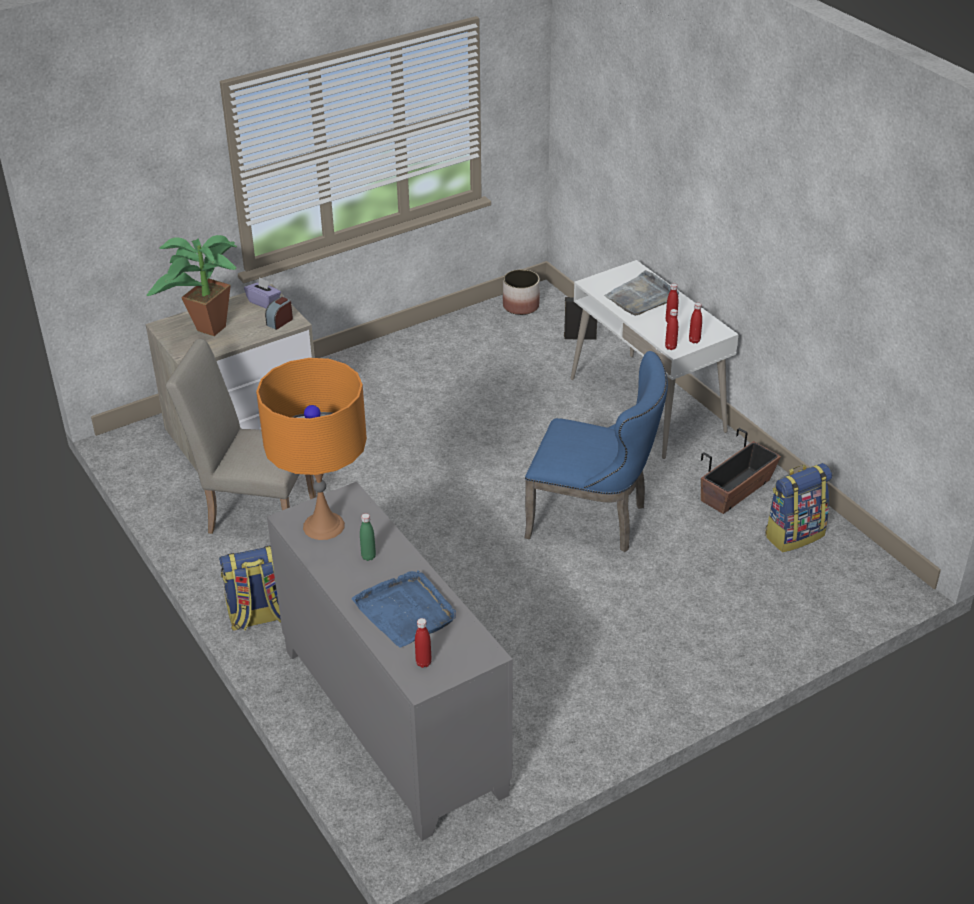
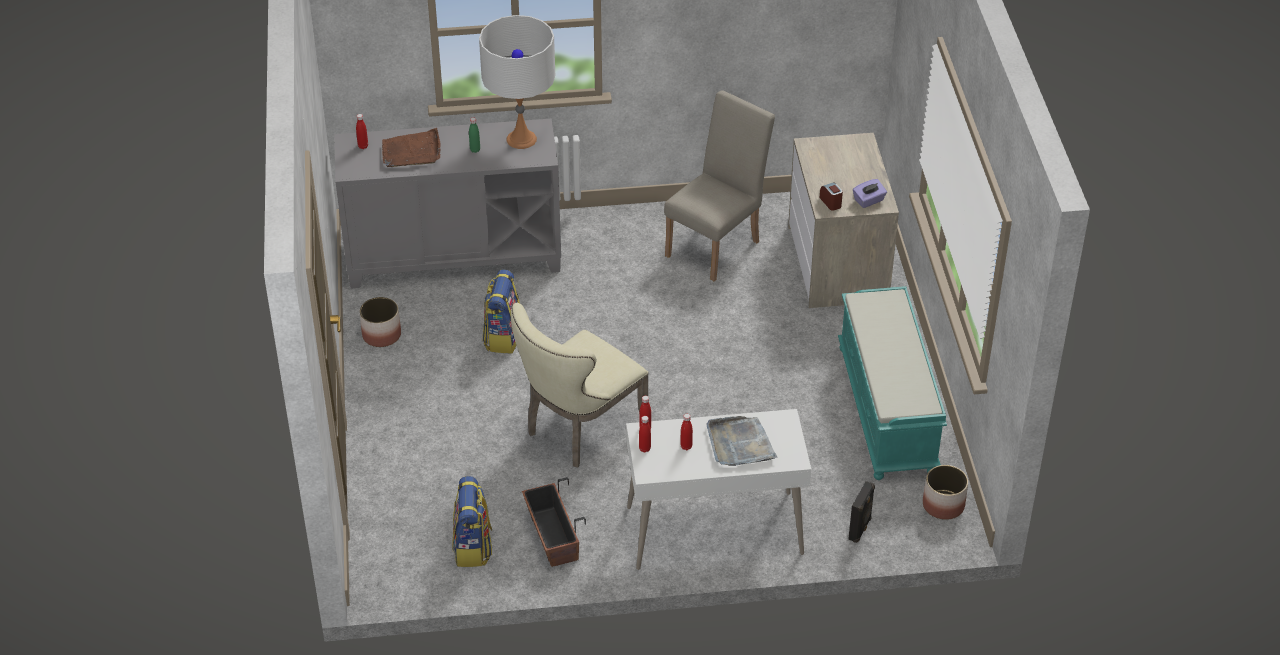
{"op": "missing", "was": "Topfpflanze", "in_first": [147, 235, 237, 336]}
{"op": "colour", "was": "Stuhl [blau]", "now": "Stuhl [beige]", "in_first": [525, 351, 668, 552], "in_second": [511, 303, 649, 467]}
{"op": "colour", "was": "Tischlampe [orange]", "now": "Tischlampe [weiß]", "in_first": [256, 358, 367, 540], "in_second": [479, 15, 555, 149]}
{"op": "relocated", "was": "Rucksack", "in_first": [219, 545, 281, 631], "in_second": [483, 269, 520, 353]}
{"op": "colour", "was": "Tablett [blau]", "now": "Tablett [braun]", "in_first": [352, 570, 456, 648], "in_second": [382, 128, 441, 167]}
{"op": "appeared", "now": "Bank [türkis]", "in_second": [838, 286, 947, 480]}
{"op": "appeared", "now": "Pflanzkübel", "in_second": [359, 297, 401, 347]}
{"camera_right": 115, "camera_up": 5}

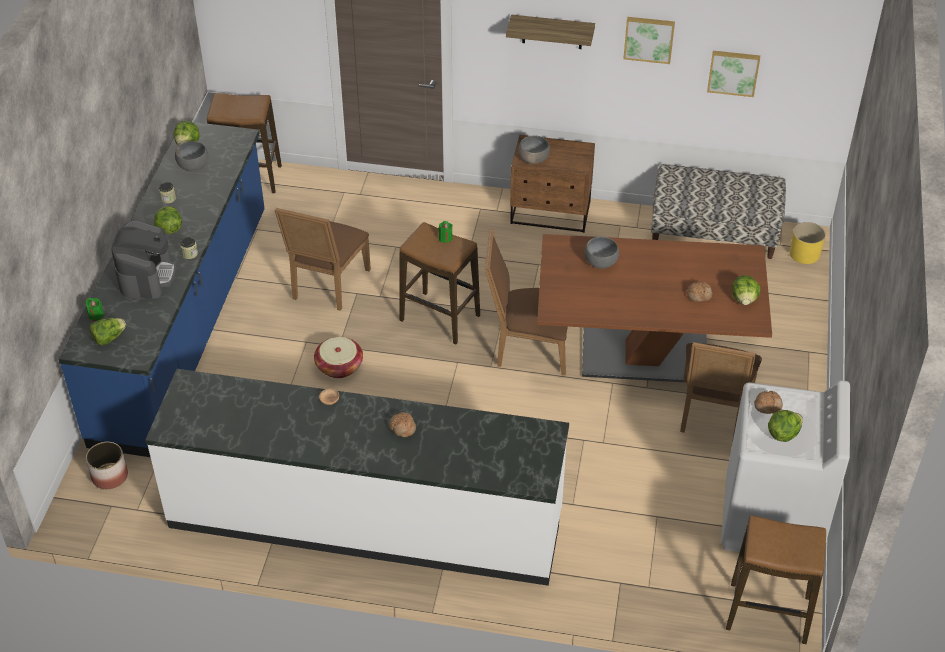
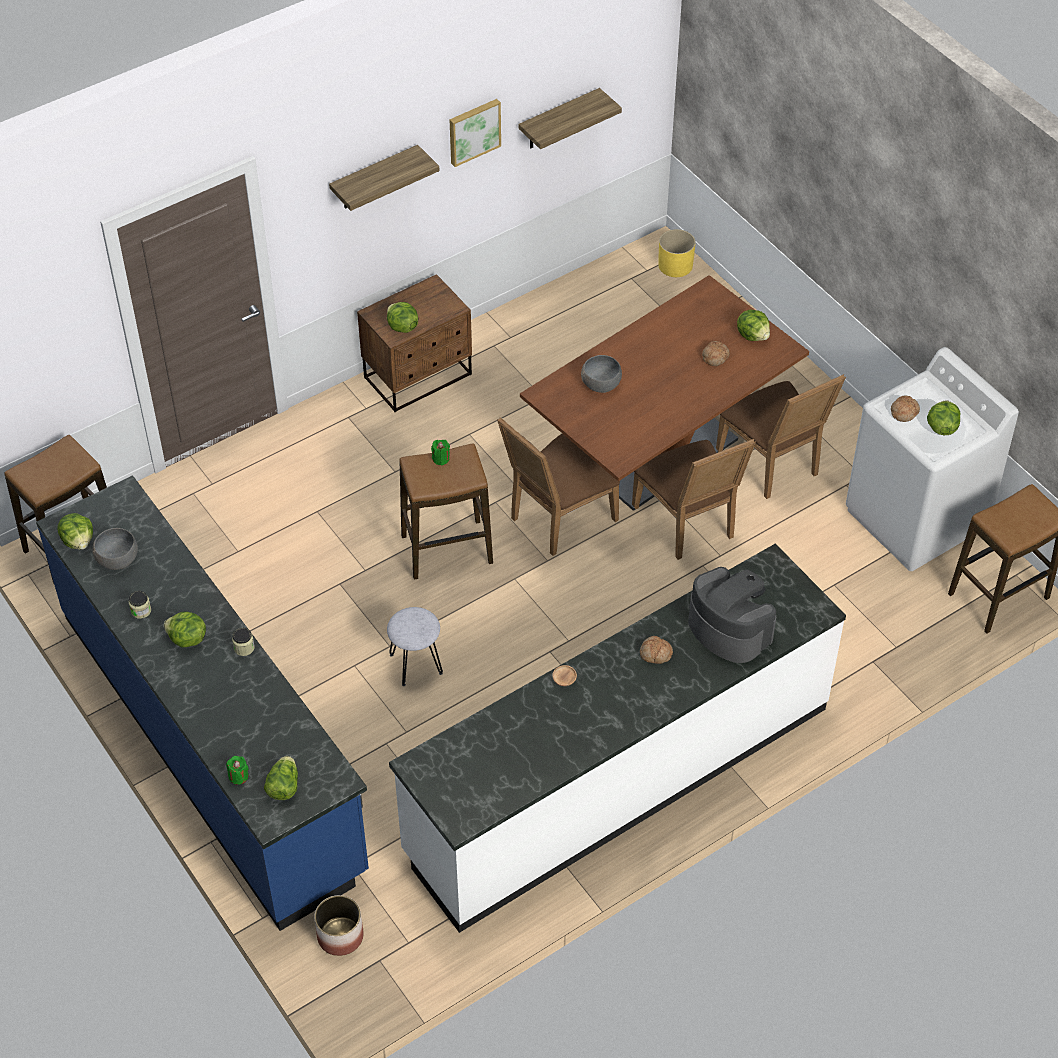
{"op": "exchanged", "was": "Bild", "now": "Wandregal", "in_first": [707, 51, 760, 97], "in_second": [519, 88, 622, 149]}
{"op": "exchanged", "was": "Schüssel [grau]", "now": "Salatkopf", "in_first": [519, 135, 550, 164], "in_second": [387, 302, 418, 333]}
{"op": "missing", "was": "Bank", "in_first": [651, 164, 786, 259]}
{"op": "relocated", "was": "Stuhl [braun]", "in_first": [275, 208, 371, 311], "in_second": [632, 439, 756, 560]}
{"op": "relocated", "was": "Kaffeemaschine", "in_first": [112, 220, 176, 299], "in_second": [688, 567, 776, 663]}
{"op": "exchanged", "was": "Korb", "now": "Hocker [grau]", "in_first": [314, 337, 363, 378], "in_second": [387, 607, 443, 686]}
{"camera_right": -45, "camera_up": 5}

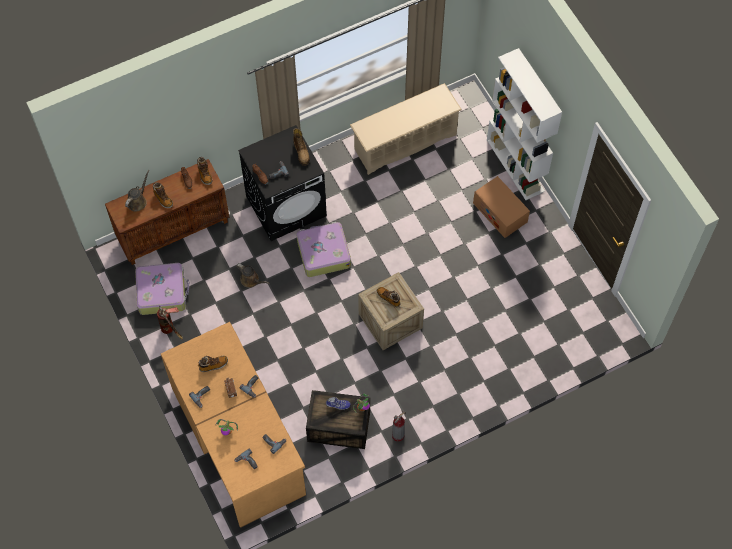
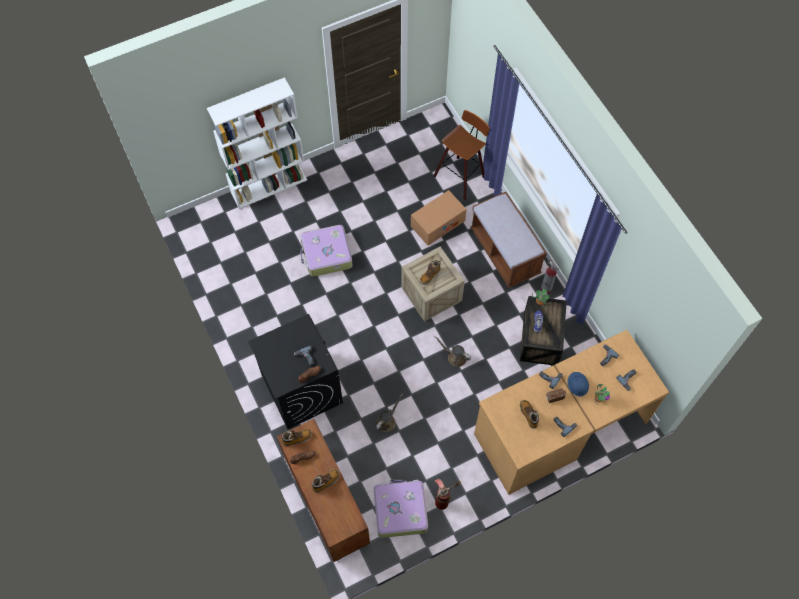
{"op": "missing", "was": "Schuhregal [beige]", "in_first": [350, 83, 462, 175]}
{"op": "missing", "was": "Stiefel", "in_first": [293, 128, 310, 166]}
{"op": "relocated", "was": "Gießkanne [braun]", "in_first": [125, 170, 150, 212], "in_second": [435, 336, 471, 367]}
{"op": "relocated", "was": "Karton", "in_first": [473, 176, 530, 238], "in_second": [411, 190, 467, 246]}
{"op": "relocated", "was": "Koffer", "in_first": [297, 222, 351, 277], "in_second": [300, 225, 353, 277]}
{"op": "appeared", "now": "Hocker", "in_second": [434, 110, 490, 200]}
{"op": "appeared", "now": "Bank [braun]", "in_second": [470, 192, 547, 288]}
{"op": "appeared", "now": "Schutzhelm [blau]", "in_second": [567, 372, 589, 396]}
{"camera_right": -90, "camera_up": 0}

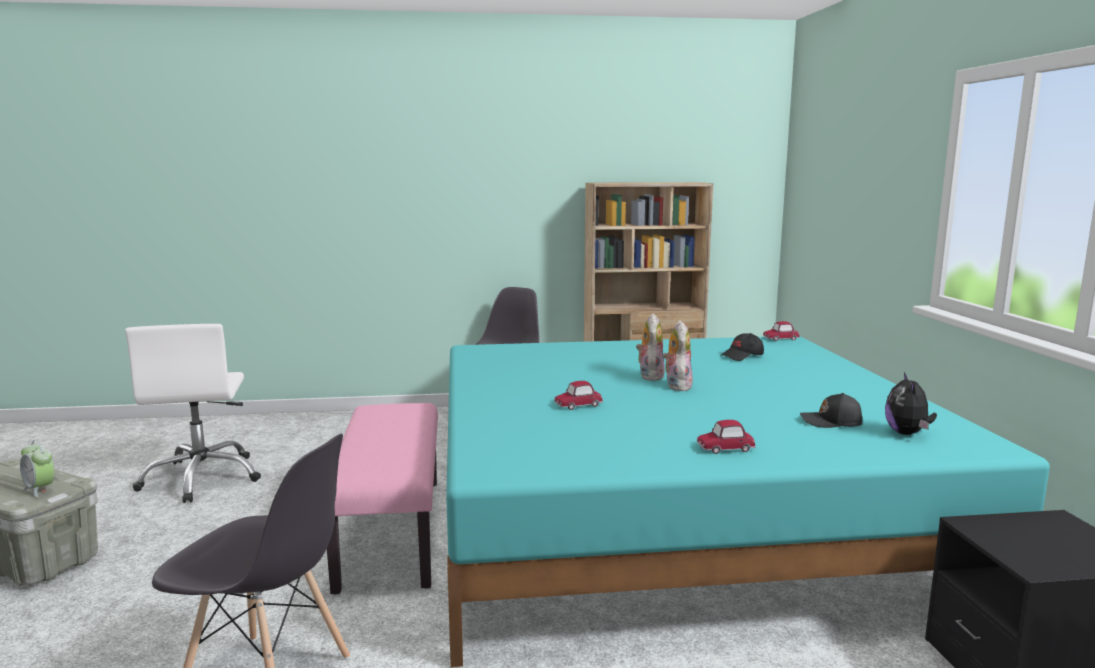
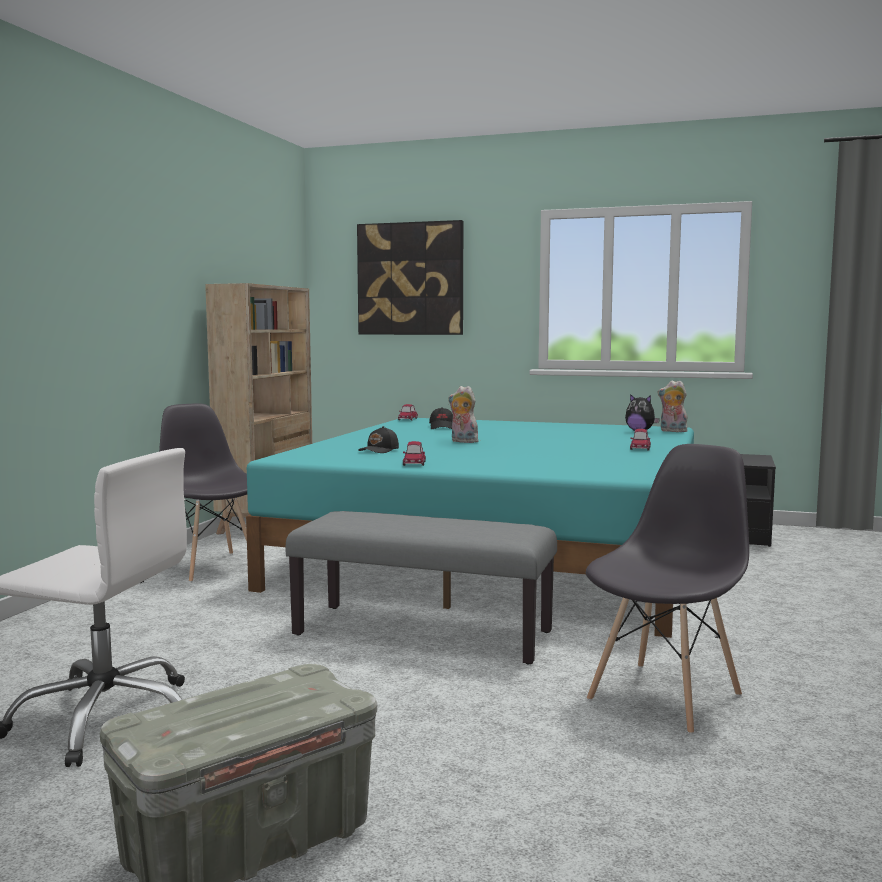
{"op": "relocated", "was": "Plüschtier", "in_first": [663, 320, 693, 391], "in_second": [657, 381, 688, 432]}
{"op": "relocated", "was": "Spielzeugauto", "in_first": [554, 381, 603, 410], "in_second": [403, 441, 426, 466]}
{"op": "relocated", "was": "Kappe [schwarz]", "in_first": [800, 393, 862, 428], "in_second": [358, 426, 399, 453]}
{"op": "colour", "was": "Bank [rosa]", "now": "Bank [grau]", "in_first": [327, 403, 438, 594], "in_second": [285, 511, 557, 664]}
{"op": "missing", "was": "Wecker", "in_first": [20, 440, 55, 497]}
{"op": "appeared", "now": "Bild", "in_second": [357, 220, 463, 335]}
{"camera_right": -65, "camera_up": -5}

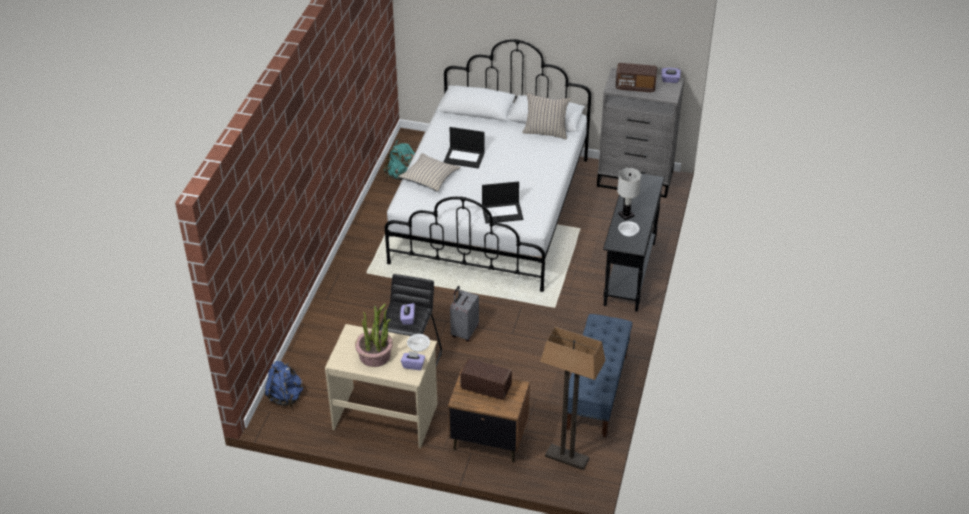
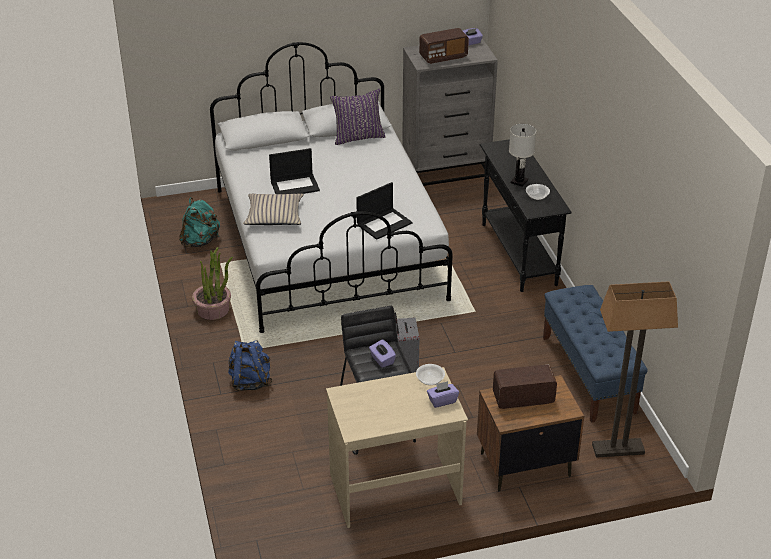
{"op": "colour", "was": "Kissen [beige]", "now": "Kissen [lila]", "in_first": [523, 93, 571, 139], "in_second": [330, 89, 386, 145]}
{"op": "relocated", "was": "Topfpflanze", "in_first": [355, 304, 393, 367], "in_second": [192, 247, 233, 320]}
{"op": "relocated", "was": "Rucksack [blau]", "in_first": [264, 361, 303, 407], "in_second": [228, 340, 272, 391]}
{"camera_right": -30, "camera_up": -5}

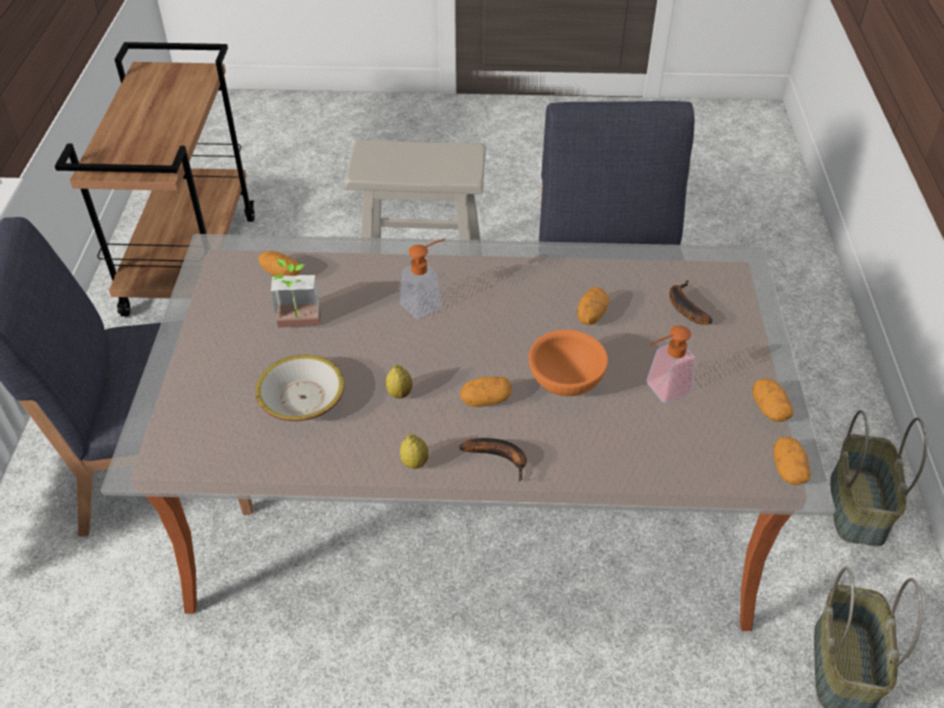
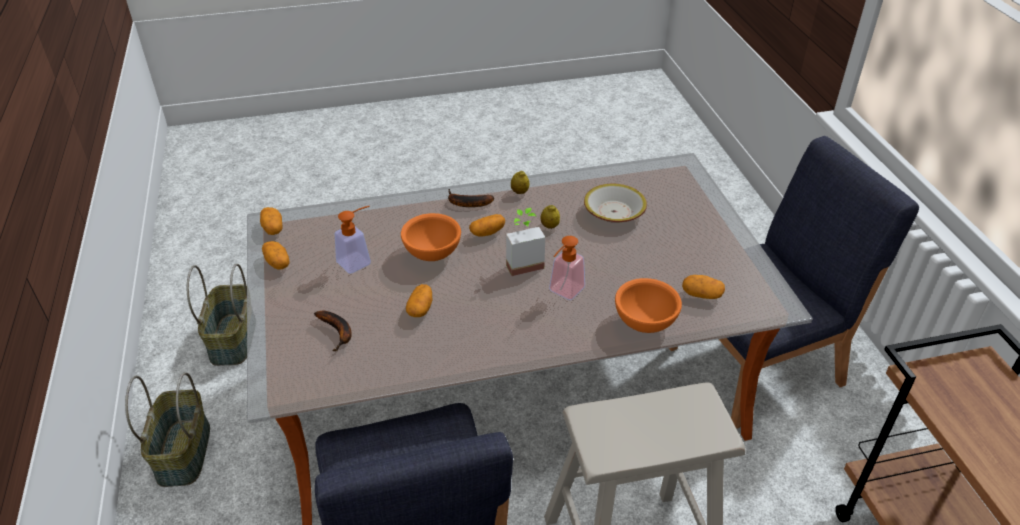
{"op": "relocated", "was": "Topfpflanze", "in_first": [271, 260, 321, 328], "in_second": [506, 208, 545, 276]}
{"op": "appeared", "now": "Schüssel [orange]", "in_second": [615, 278, 682, 333]}
{"camera_right": 165, "camera_up": -5}

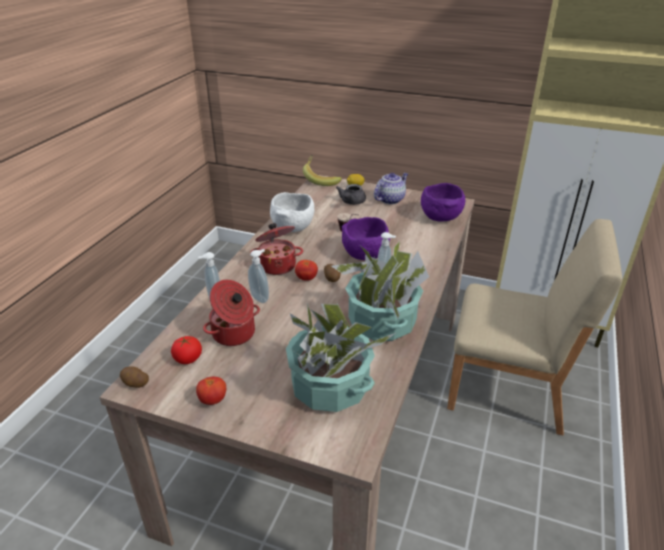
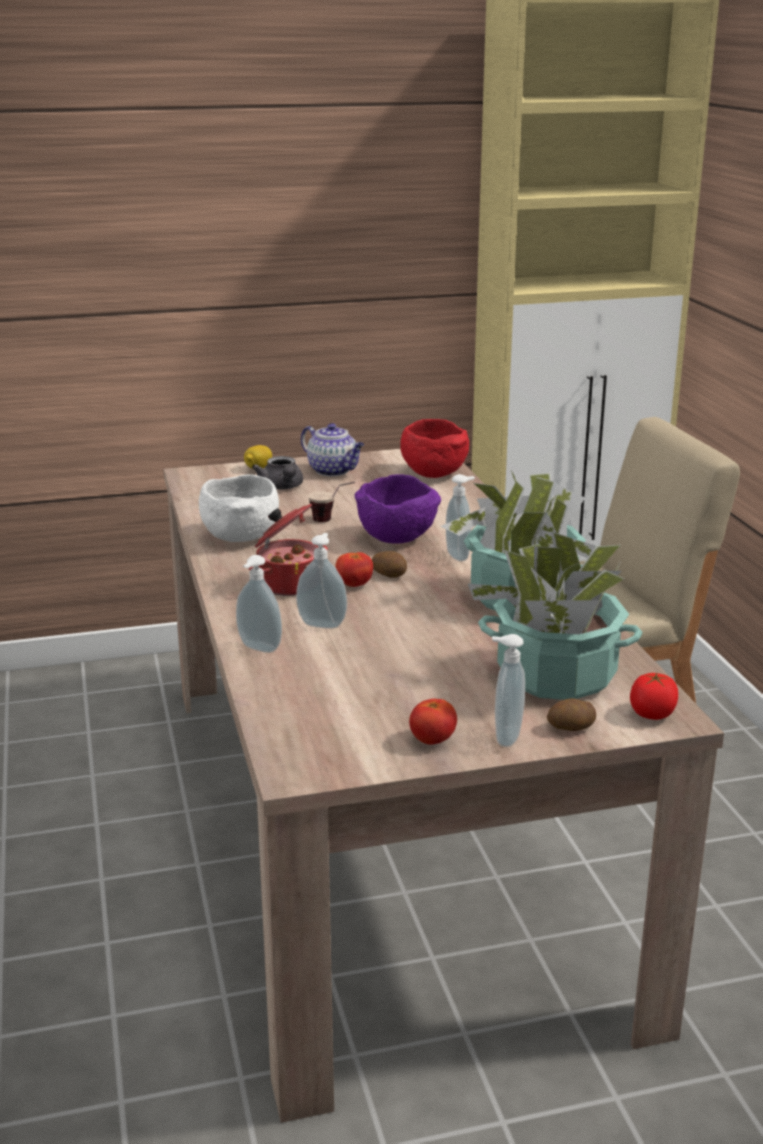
{"op": "missing", "was": "Banane", "in_first": [303, 155, 342, 186]}
{"op": "spun", "was": "Teekanne", "in_first": [374, 173, 408, 204], "in_second": [301, 423, 364, 476], "clockwise": 120}
{"op": "colour", "was": "Schüssel [lila]", "now": "Schüssel [rot]", "in_first": [421, 183, 465, 222], "in_second": [400, 419, 469, 478]}
{"op": "missing", "was": "Kochtopf", "in_first": [203, 280, 260, 346]}
{"op": "relocated", "was": "Tomate", "in_first": [171, 336, 202, 364], "in_second": [630, 672, 678, 720]}
{"op": "relocated", "was": "Kartoffel", "in_first": [120, 366, 149, 388], "in_second": [547, 698, 596, 731]}
{"op": "appeared", "now": "Seifenspender", "in_second": [492, 634, 525, 747]}
{"camera_right": -35, "camera_up": -10}

